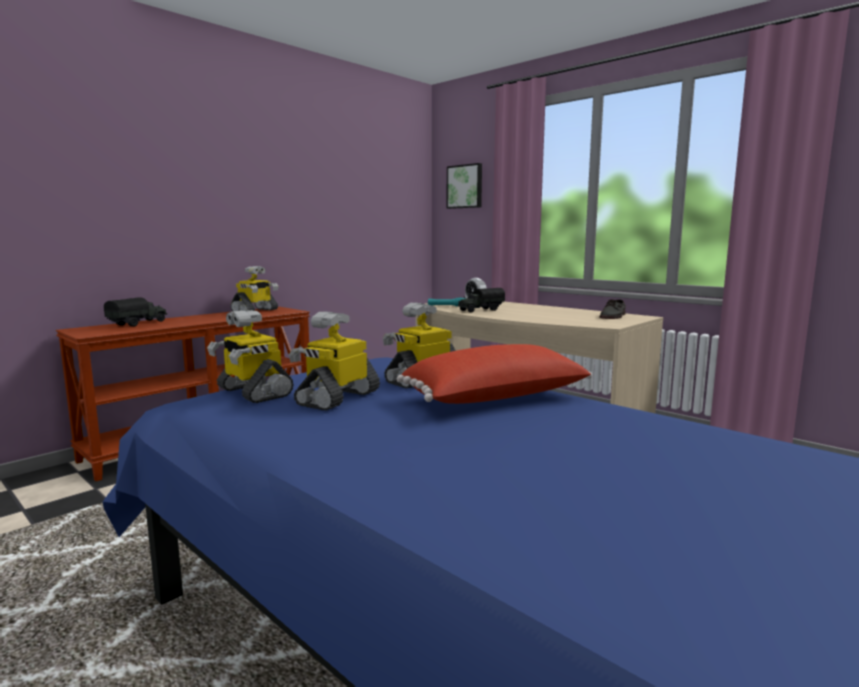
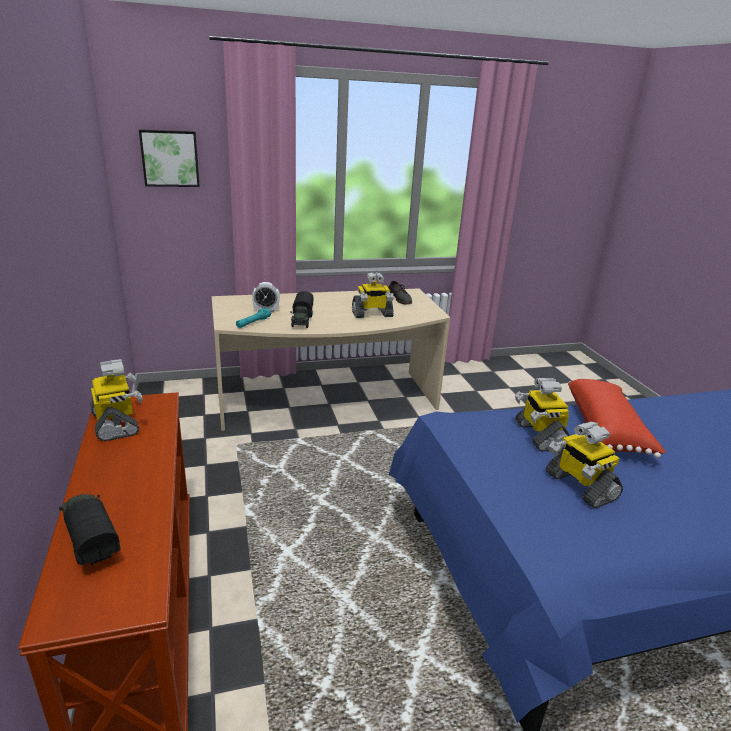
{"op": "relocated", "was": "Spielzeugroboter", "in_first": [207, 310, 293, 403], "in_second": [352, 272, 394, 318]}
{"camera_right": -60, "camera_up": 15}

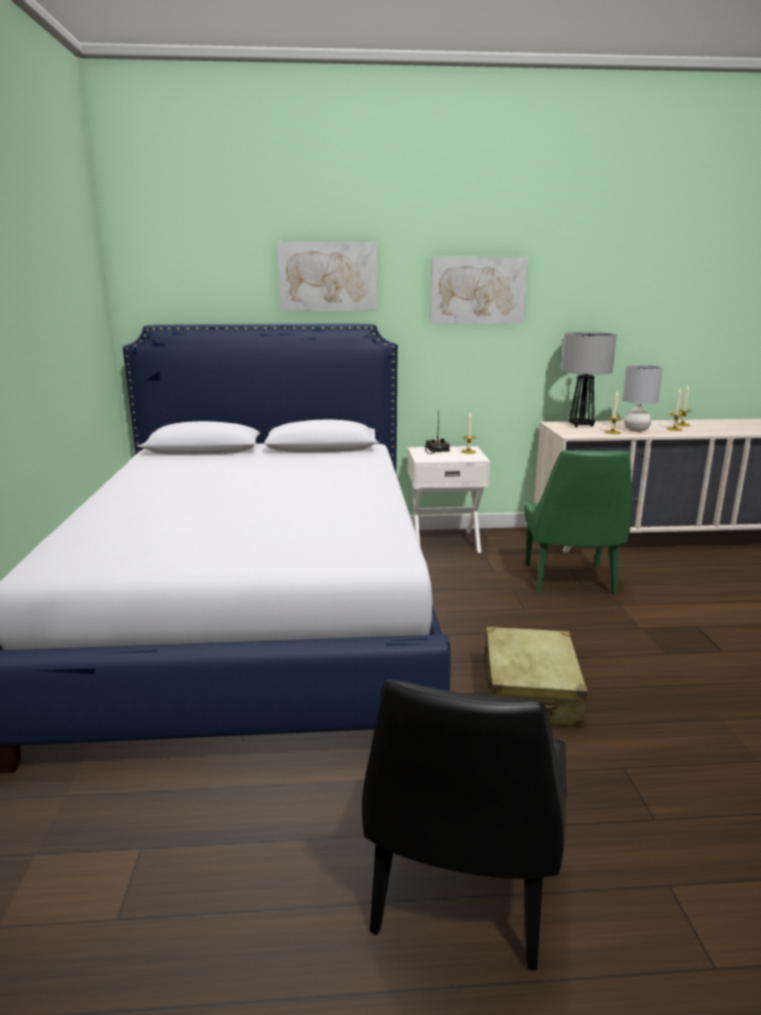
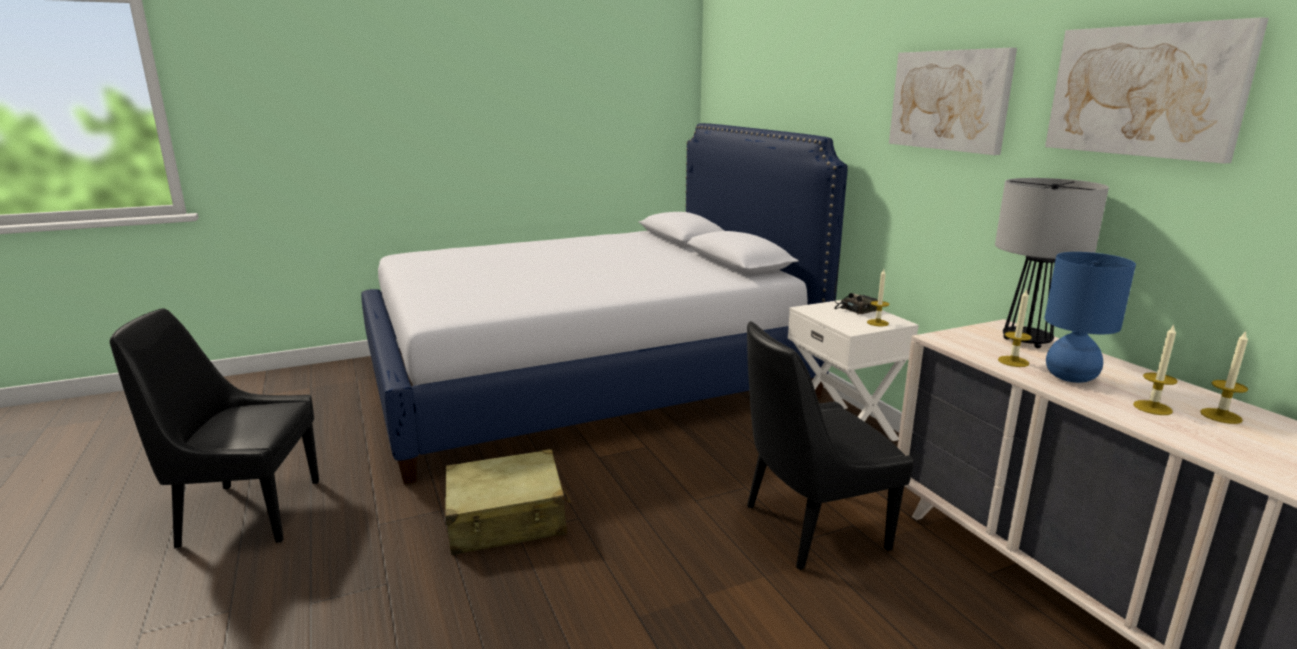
{"op": "relocated", "was": "Bild", "in_first": [277, 242, 377, 311], "in_second": [1045, 17, 1269, 164]}
{"op": "colour", "was": "Tischlampe [grau]", "now": "Tischlampe [blau]", "in_first": [622, 365, 663, 432], "in_second": [1044, 252, 1136, 383]}
{"op": "colour", "was": "Stuhl [grün]", "now": "Stuhl [schwarz]", "in_first": [524, 450, 632, 595], "in_second": [747, 321, 914, 570]}
{"camera_right": 70, "camera_up": 0}

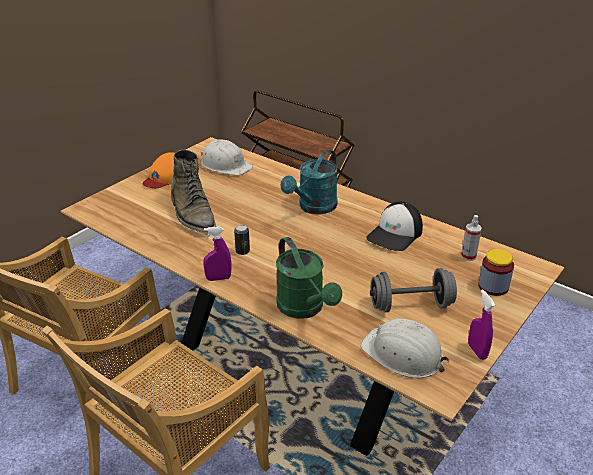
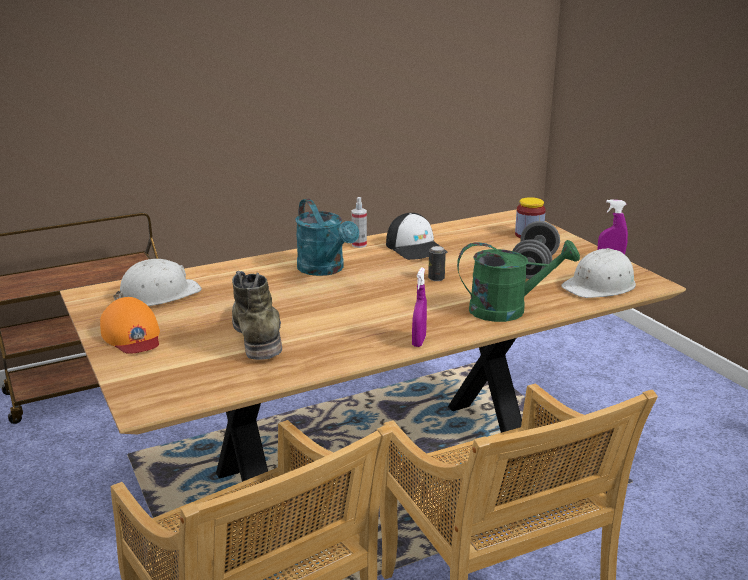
{"op": "spun", "was": "Stiefel [grün]", "in_first": [171, 150, 216, 232], "in_second": [232, 271, 282, 360], "clockwise": -105}
{"op": "relocated", "was": "Sprühflasche", "in_first": [461, 215, 482, 261], "in_second": [352, 197, 367, 248]}
{"op": "relocated", "was": "Dose", "in_first": [234, 225, 250, 255], "in_second": [428, 246, 446, 281]}
{"camera_right": -65, "camera_up": -10}

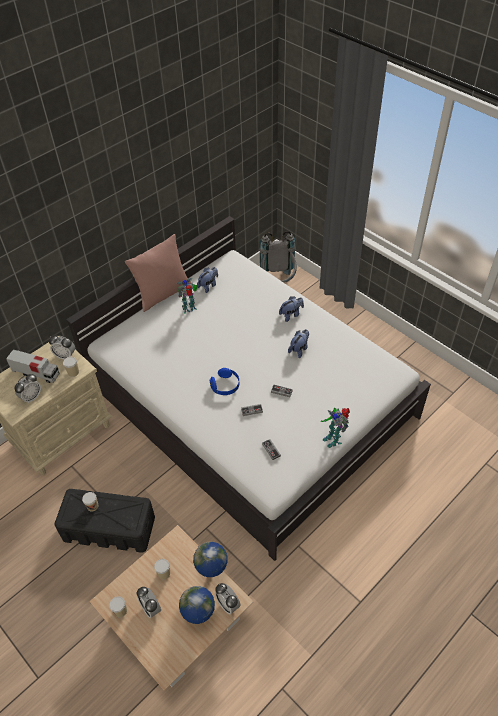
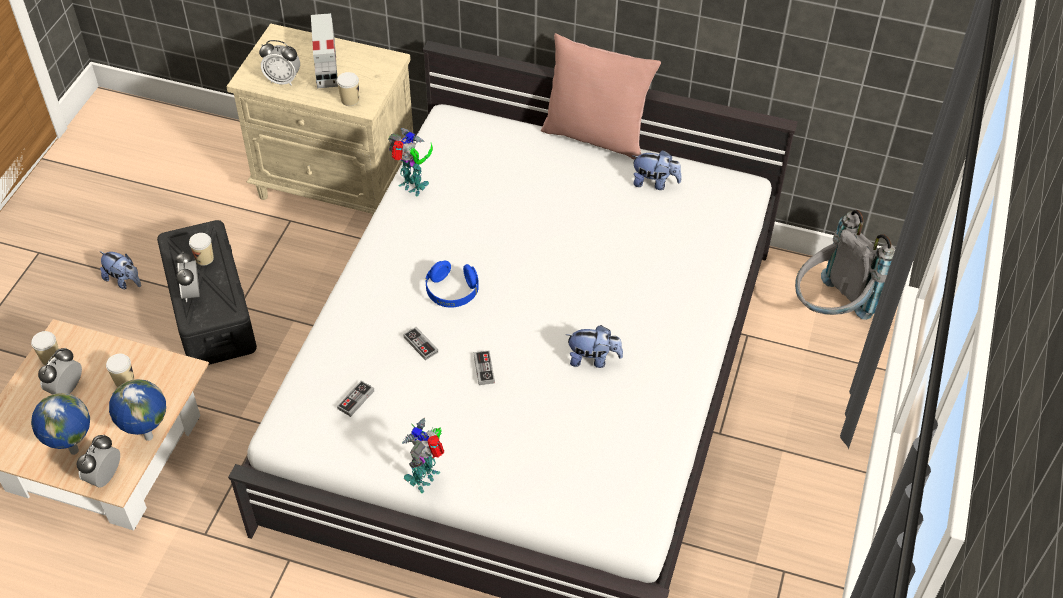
{"op": "relocated", "was": "Spielzeugroboter", "in_first": [177, 278, 198, 314], "in_second": [388, 128, 433, 197]}
{"op": "relocated", "was": "Plüschtier", "in_first": [279, 296, 304, 322], "in_second": [100, 251, 141, 289]}
{"op": "relocated", "was": "Wecker", "in_first": [49, 335, 75, 360], "in_second": [175, 252, 200, 302]}
{"camera_right": 60, "camera_up": 0}

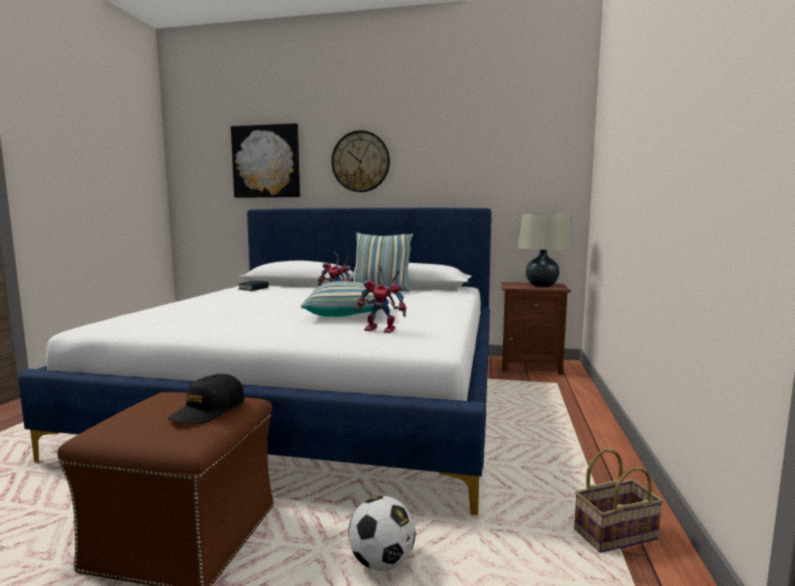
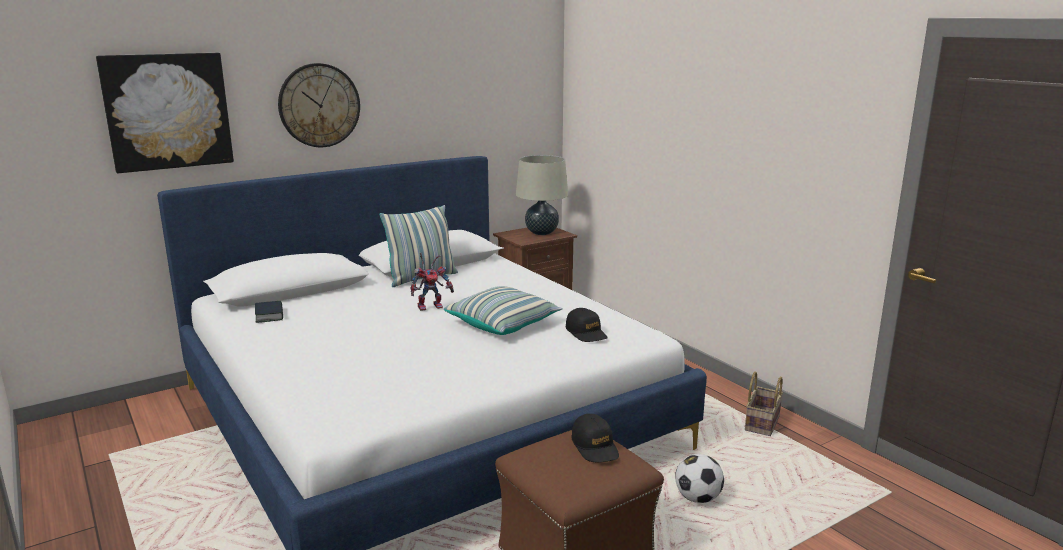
{"op": "exchanged", "was": "Spielzeugroboter", "now": "Kappe [schwarz]", "in_first": [357, 264, 406, 333], "in_second": [566, 308, 608, 342]}
{"camera_right": -45, "camera_up": 10}

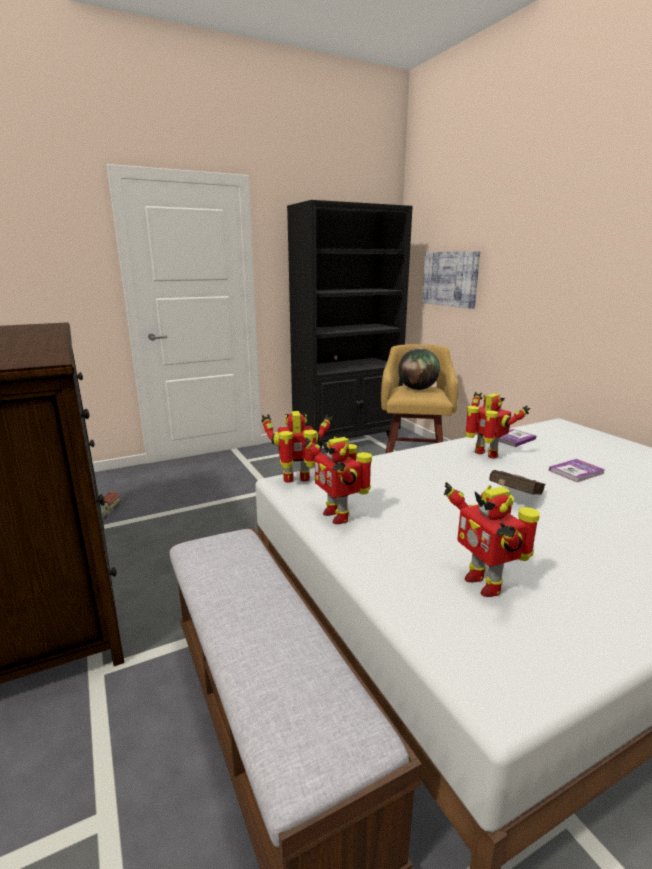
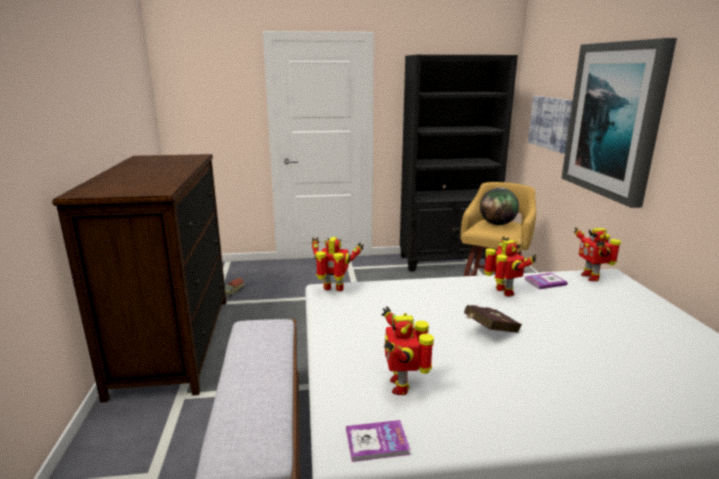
{"op": "relocated", "was": "Spielzeugroboter", "in_first": [304, 437, 372, 524], "in_second": [574, 227, 621, 281]}
{"op": "relocated", "was": "Buch", "in_first": [549, 459, 605, 482], "in_second": [346, 420, 410, 462]}
{"op": "appeared", "now": "Bild", "in_second": [561, 38, 677, 208]}
{"camera_right": 20, "camera_up": 0}

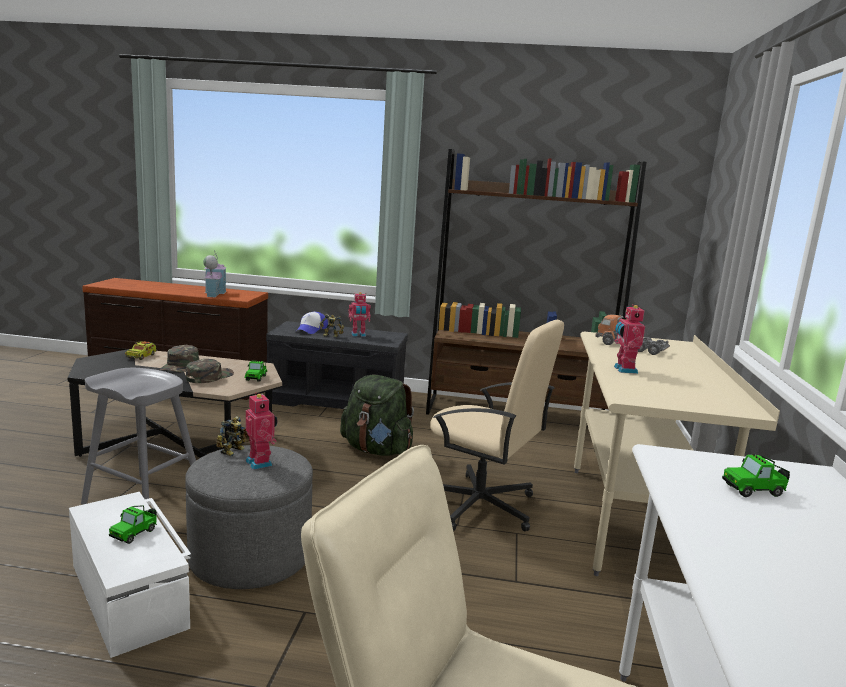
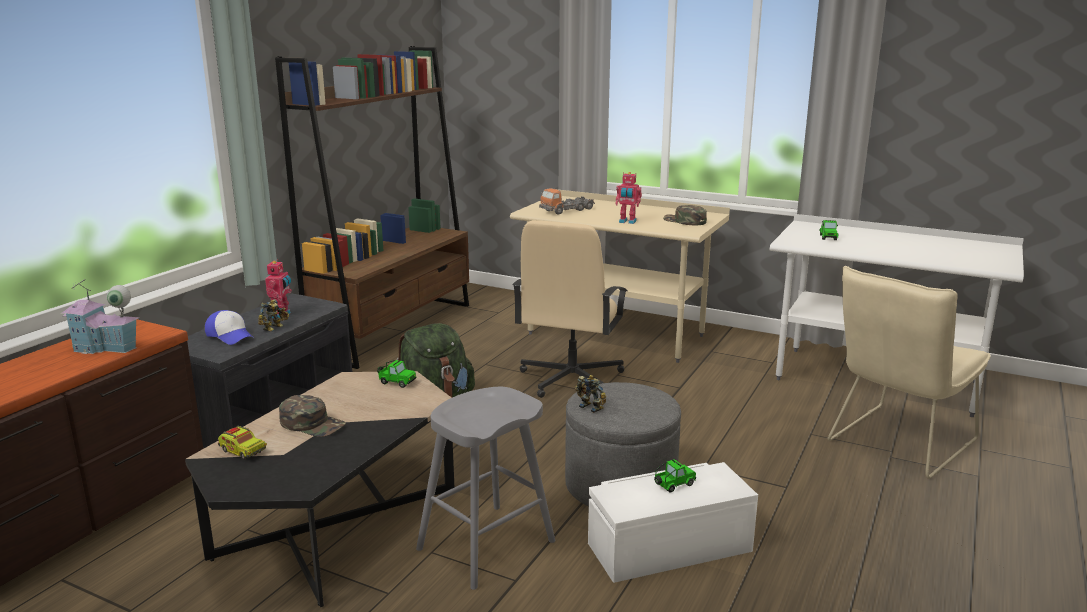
{"op": "spun", "was": "Bürostuhl [beige]", "in_first": [430, 320, 564, 531], "in_second": [512, 220, 628, 398], "clockwise": 150}
{"op": "relocated", "was": "Kappe [grün]", "in_first": [186, 359, 234, 383], "in_second": [663, 205, 707, 225]}
{"op": "missing", "was": "Spielzeugroboter", "in_first": [246, 392, 277, 470]}
{"op": "spun", "was": "Spielzeugauto", "in_first": [109, 505, 157, 544], "in_second": [654, 459, 696, 493], "clockwise": -75}
{"camera_right": -70, "camera_up": 5}

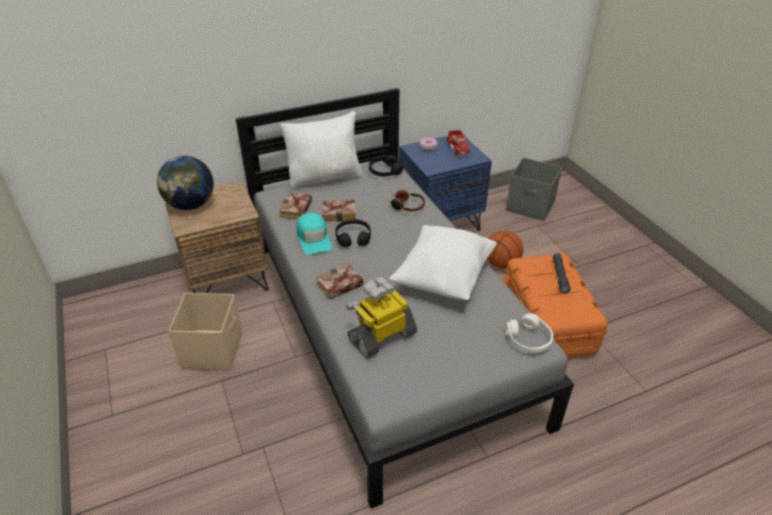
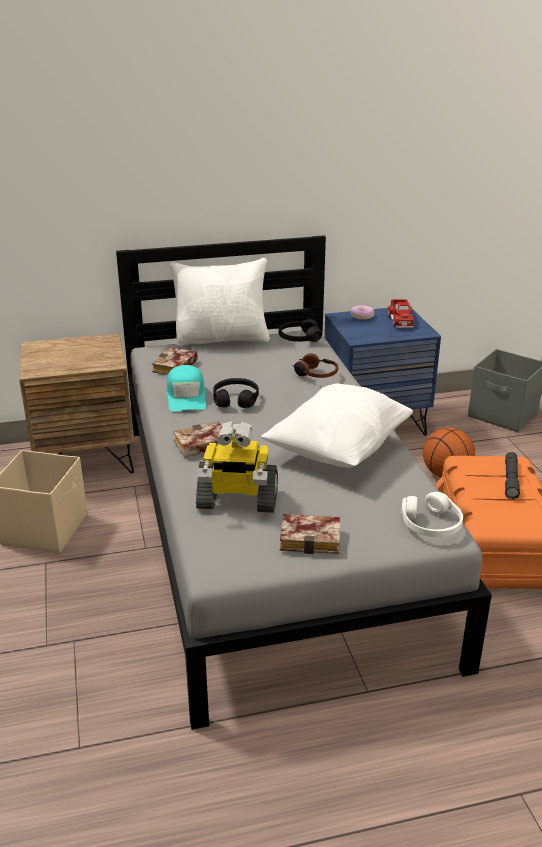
{"op": "missing", "was": "Globus", "in_first": [157, 156, 214, 210]}
{"op": "relocated", "was": "Buch", "in_first": [322, 200, 356, 222], "in_second": [280, 514, 340, 554]}
{"op": "spun", "was": "Spielzeugroboter", "in_first": [346, 277, 417, 358], "in_second": [196, 421, 278, 513], "clockwise": -150}
{"camera_right": 10, "camera_up": -10}

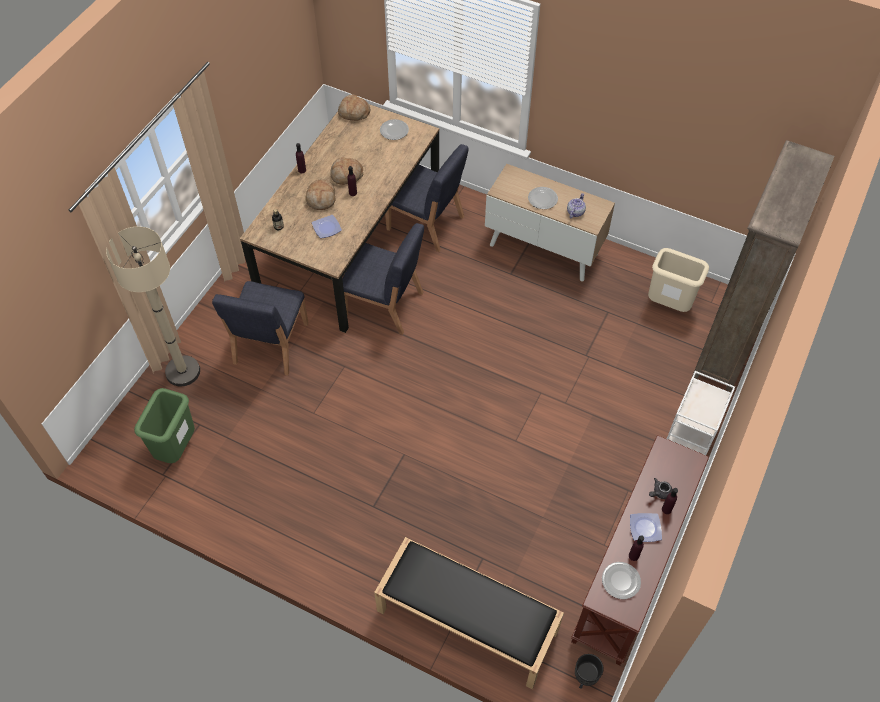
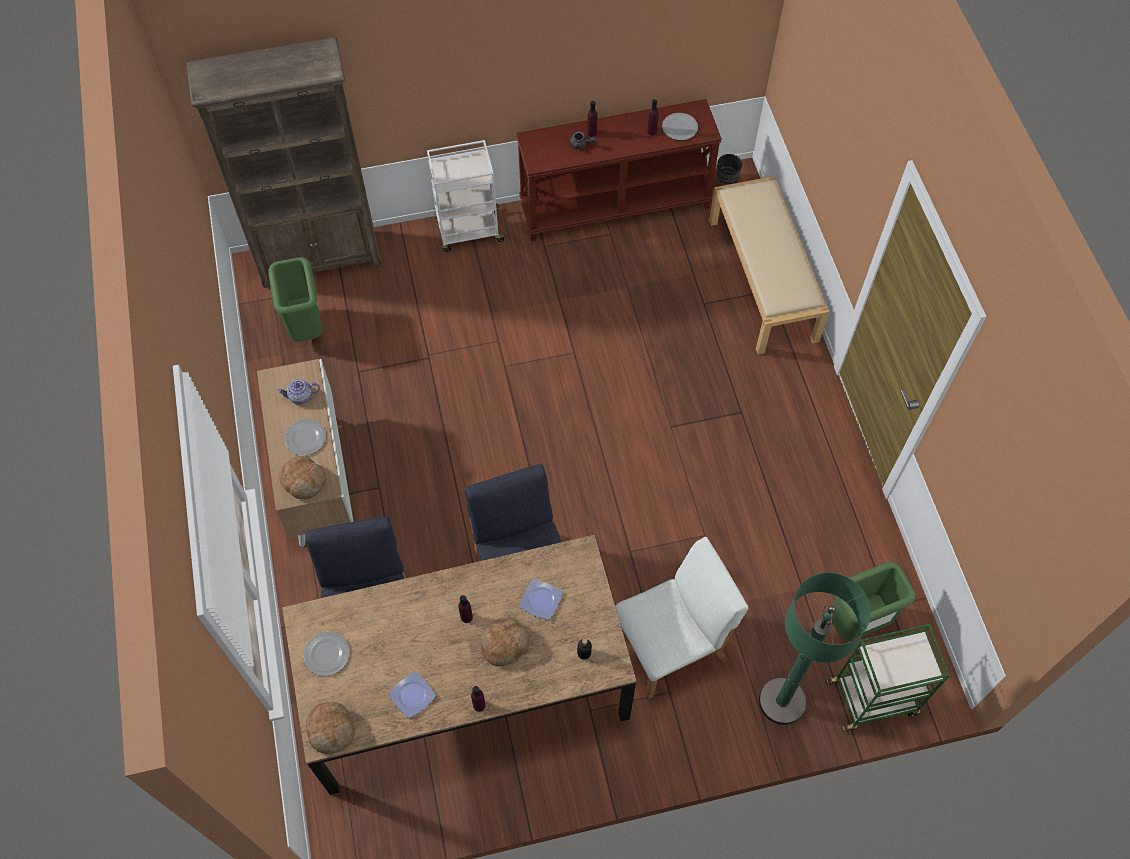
{"op": "relocated", "was": "Brot", "in_first": [330, 157, 363, 185], "in_second": [279, 456, 326, 499]}
{"op": "colour", "was": "Stehlampe [beige]", "now": "Stehlampe [grün]", "in_first": [106, 227, 200, 386], "in_second": [759, 573, 871, 725]}
{"op": "colour", "was": "Mülleimer [beige]", "now": "Mülleimer [grün]", "in_first": [648, 248, 709, 312], "in_second": [268, 257, 323, 342]}
{"op": "colour", "was": "Stuhl [blau]", "now": "Stuhl [weiß]", "in_first": [212, 281, 308, 376], "in_second": [615, 537, 748, 699]}
{"op": "relocated", "was": "Teller", "in_first": [630, 513, 662, 542], "in_second": [388, 671, 436, 718]}
{"op": "colour", "was": "Bank [schwarz]", "now": "Bank [beige]", "in_first": [374, 537, 564, 689], "in_second": [709, 176, 829, 355]}
{"op": "appeared", "now": "Rollwagen [grün]", "in_second": [825, 624, 950, 732]}
{"camera_right": -130, "camera_up": 5}

